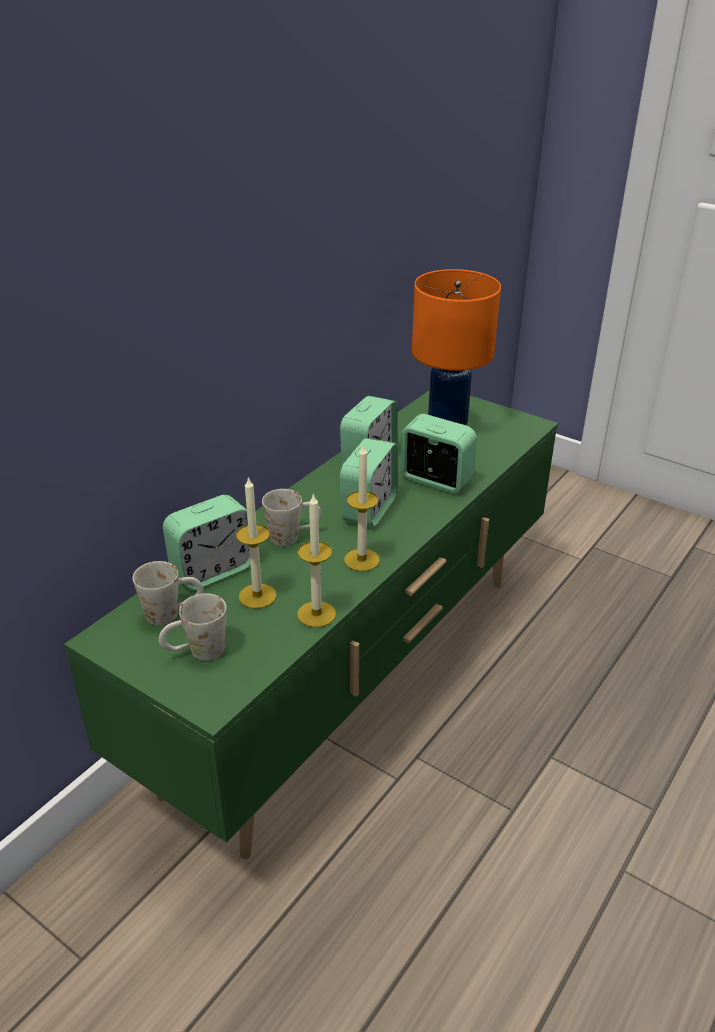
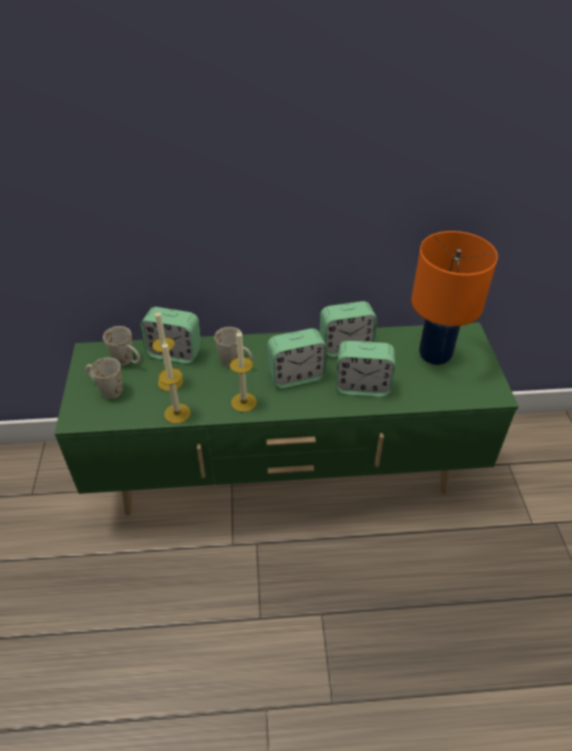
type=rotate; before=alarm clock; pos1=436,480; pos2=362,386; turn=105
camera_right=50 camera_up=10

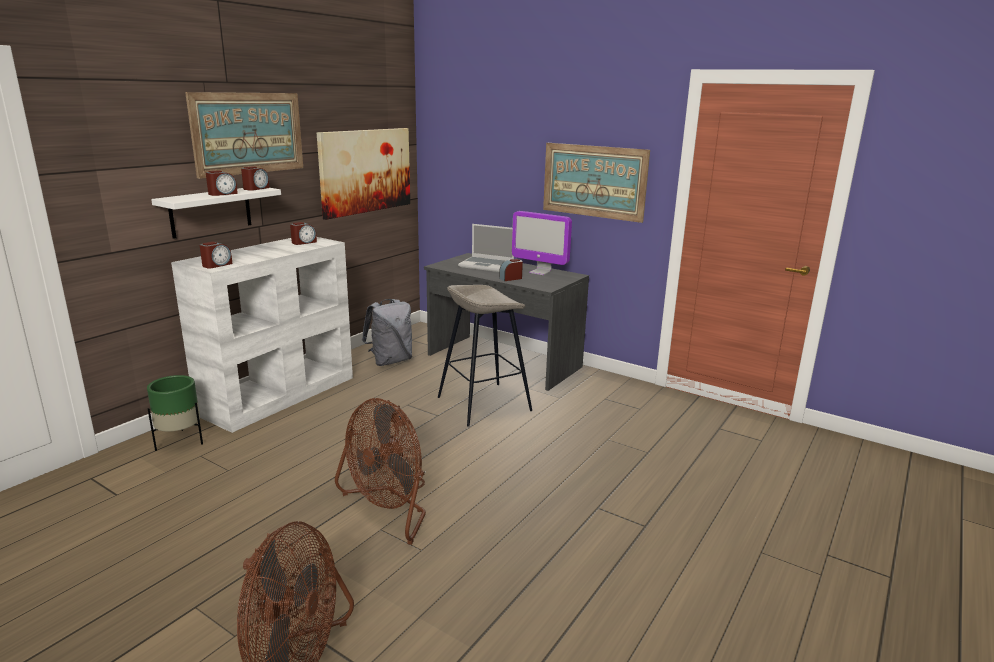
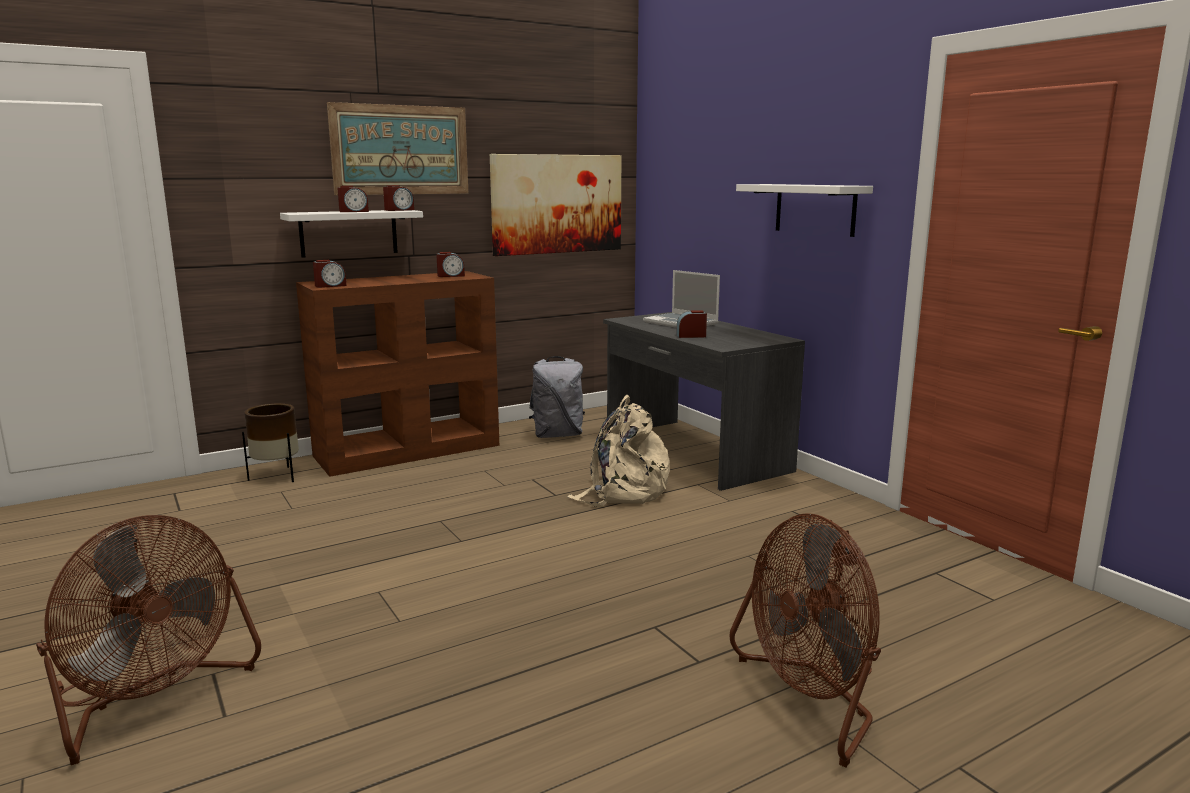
type=replace; before=picture; after=shelf (white); pos1=594,181; pos2=815,209
type=delete; before=monitor; pos1=540,272
type=recolor; before=bookcase (white); after=bookcase (brown); pos1=278,395; pos2=407,450
type=replace; before=stool (grey); after=backpack (beige); pos1=483,403; pos2=622,491
type=recolor; before=planter (green); after=planter (brown); pos1=180,441; pos2=277,476
type=move; before=fan (brown); pos1=391,506; pos2=814,695
camera_right=25 camera_up=-5

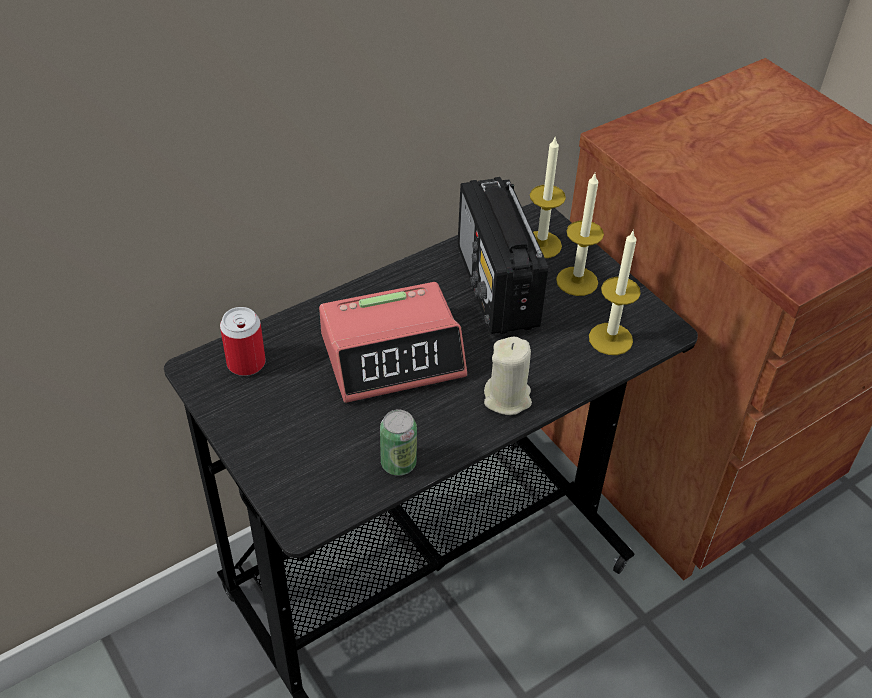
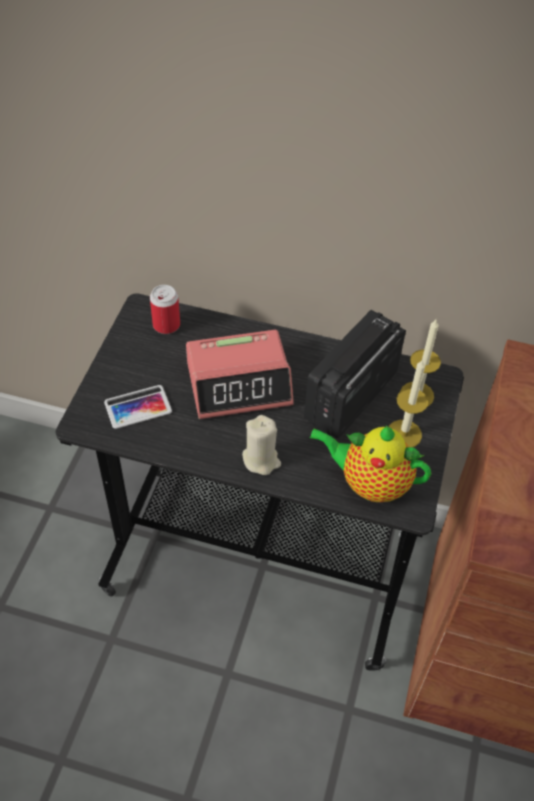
type=replace; before=candle; after=teapot; pos1=610,339; pos2=370,483
type=rotate; before=alarm clock; pos1=393,354; pos2=239,383; turn=-45
type=delete; before=can; pos1=398,463
type=insert; after=phone; pos2=138,407
camera_right=50 camera_up=5

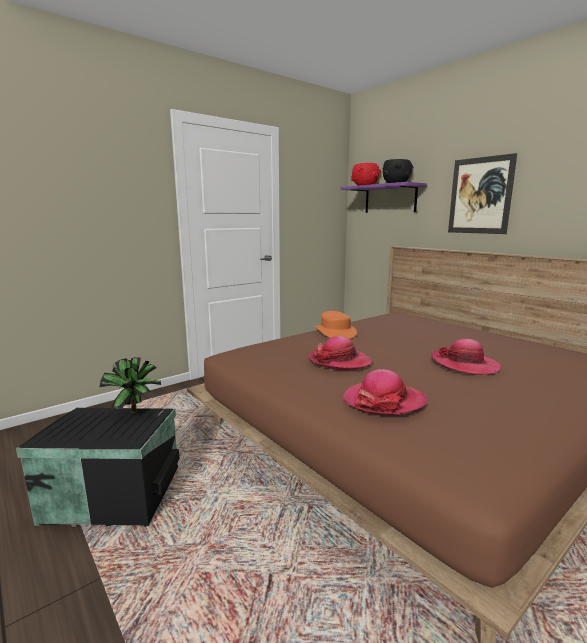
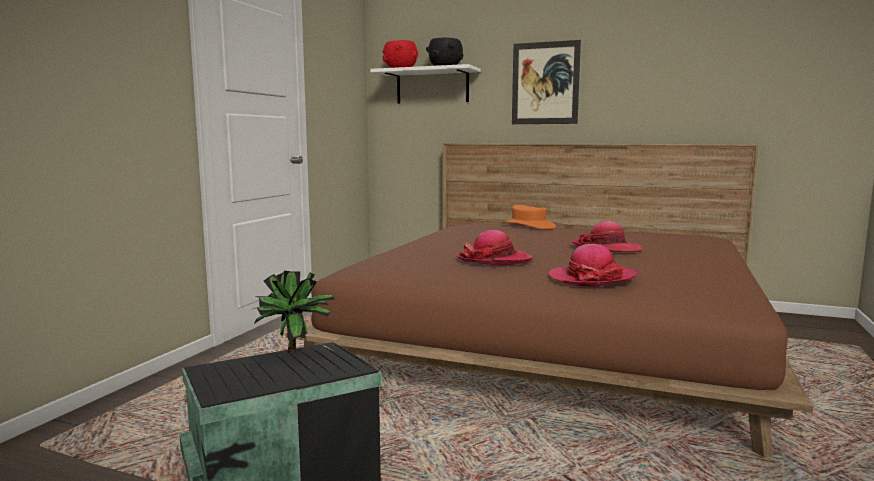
type=recolor; before=shelf (purple); after=shelf (white); pos1=390,199; pos2=432,86
type=move; before=hat (orange); pos1=335,332; pos2=528,226
camera_right=-30 camera_up=-5

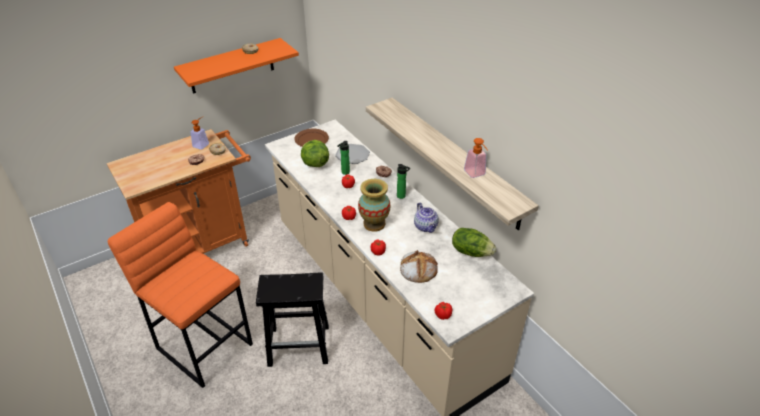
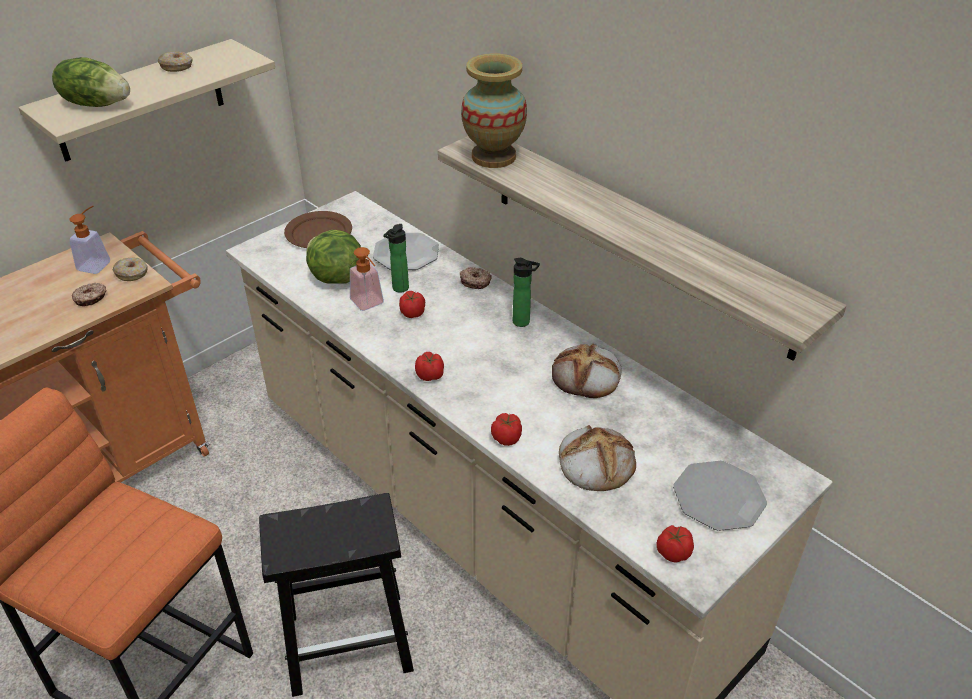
type=recolor; before=shelf (orange); after=shelf (beige); pos1=231,66; pos2=139,101
type=move; before=soap dispenser; pos1=476,174; pos2=370,304
type=move; before=vase; pos1=374,224; pos2=494,157
type=replace; before=teapot; after=bread; pos1=426,227; pos2=587,376
type=move; before=lettuce; pos1=471,251; pos2=97,103
type=insert; after=plate; pos2=719,497
camera_right=-10 camera_up=0

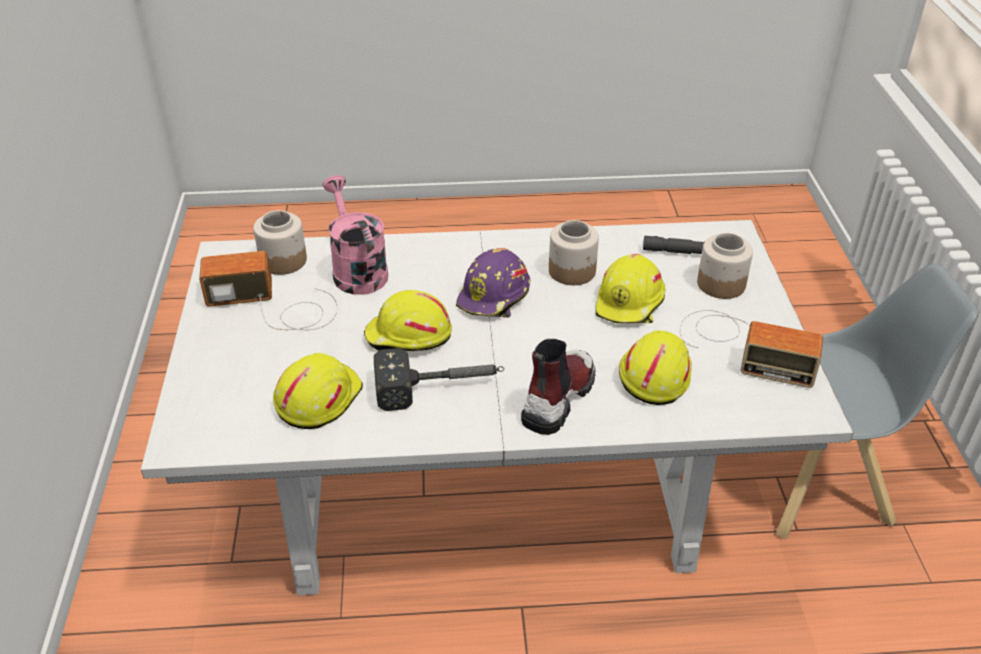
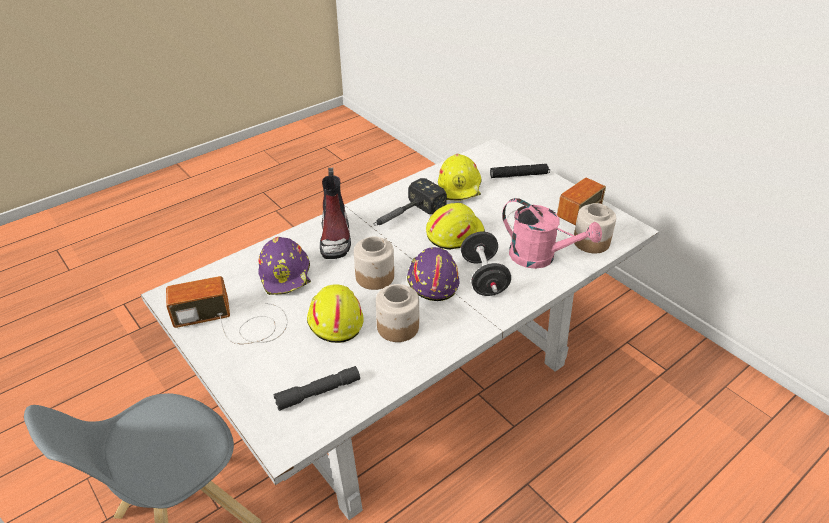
type=move; before=jar; pos1=720,284; pos2=375,277
type=recolor; before=hard hat (yellow); after=hard hat (purple); pos1=653,375; pos2=286,275
type=insert; after=flashlight (black); pos2=519,175
type=insert; after=dumbbell (black); pos2=484,277
camera_right=145 camera_up=0

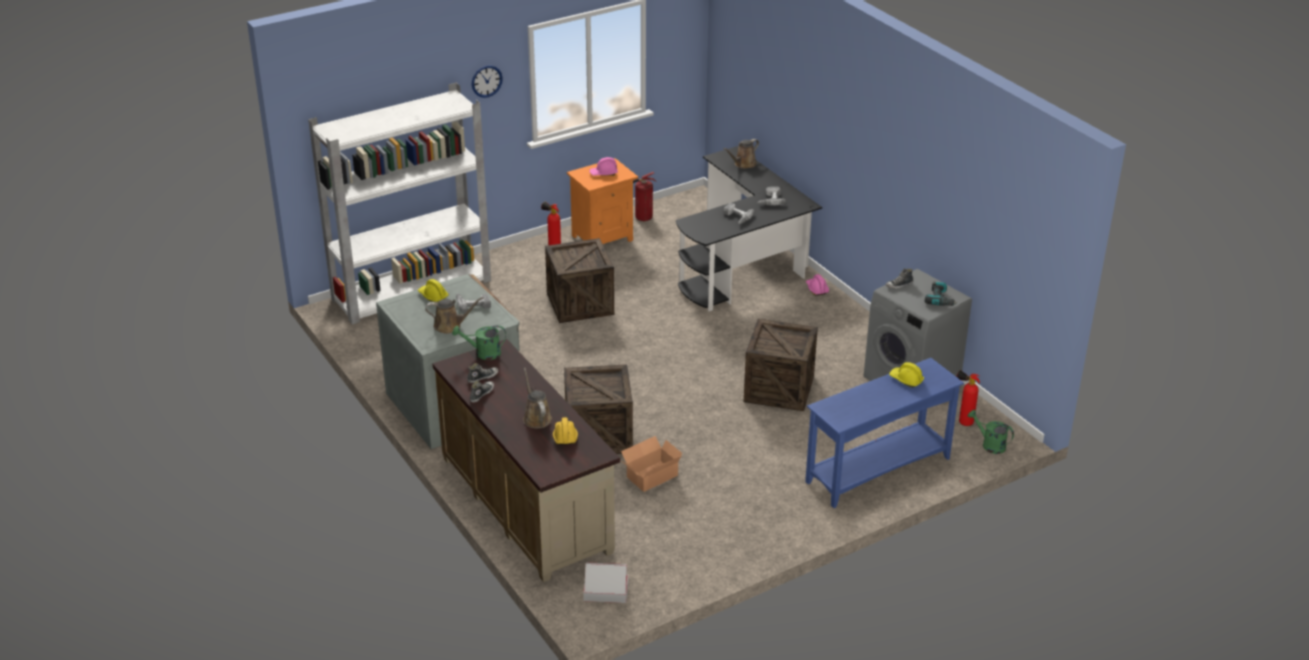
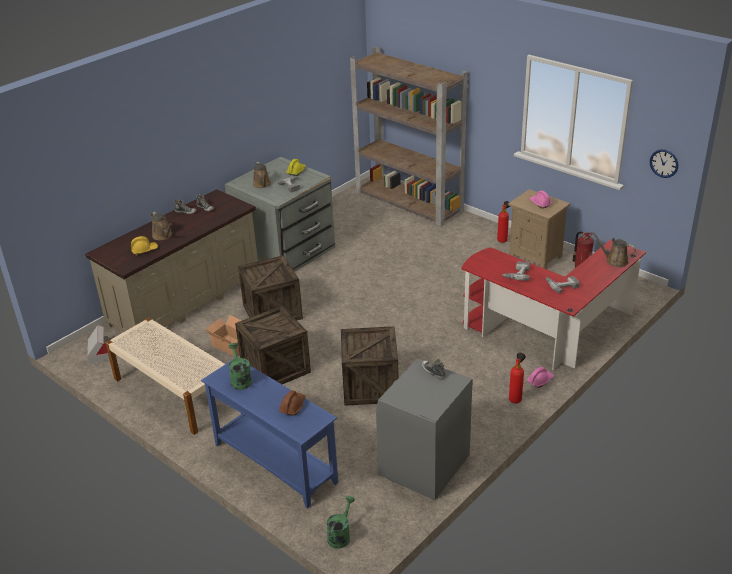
type=move; before=wall clock; pos1=486,81; pos2=664,163
type=recolor; before=bookcase (white); after=bookcase (brown); pos1=412,290; pos2=409,202
type=recolor; before=desk (black); after=desk (red); pos1=744,265; pos2=549,332
type=recolor; before=nightstand (orange); after=nightstand (beige); pos1=603,238; pos2=535,257
type=move; before=crate; pos1=580,303; pos2=275,368
type=delete; before=power drill; pos1=940,299
type=move; before=watering can (green); pos1=483,353; pos2=240,379
type=recolor; before=hard hat (yellow); after=hard hat (brown); pos1=906,379; pos2=292,406
type=rotate; before=watering can (brown); pos1=536,417; pos2=163,236; turn=90
type=move; before=fire extinguisher; pos1=962,422; pos2=515,398
type=insert; after=bench (beige); pos2=173,392
camera_right=75 camera_up=0

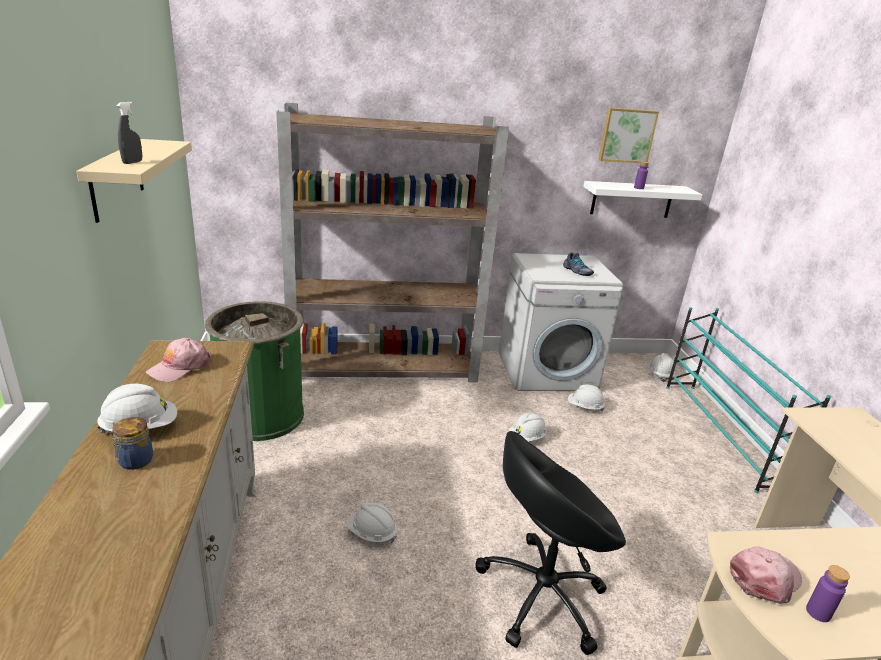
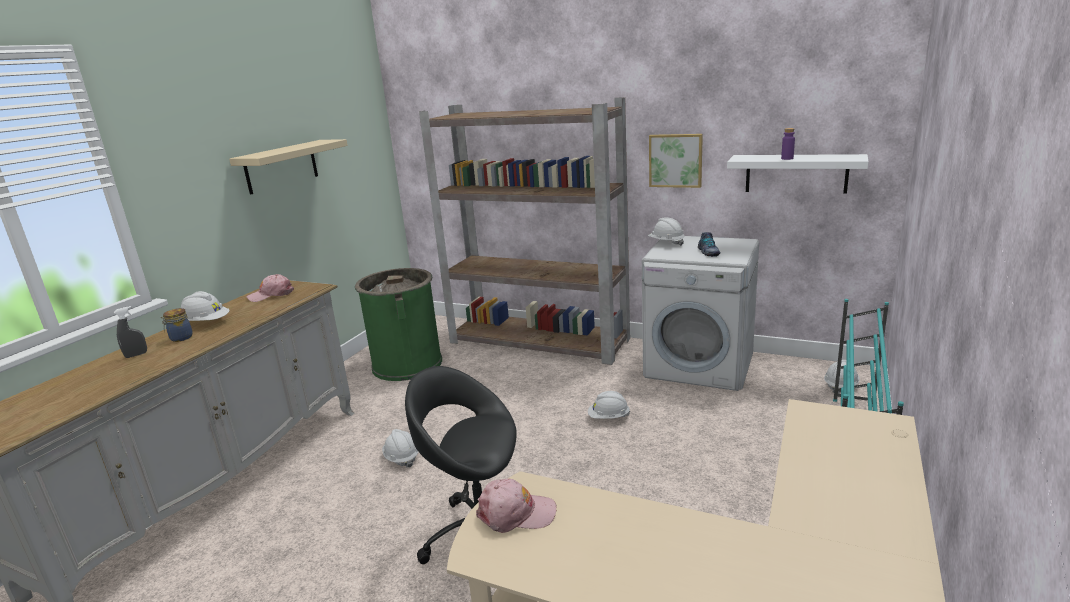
type=move; before=spray bottle (grey); pos1=132,162; pos2=136,355
type=move; before=picture; pos1=626,135; pos2=675,160
type=move; before=hard hat (white); pos1=584,407; pos2=666,243
type=delete; before=bottle (purple); pos1=818,612
camera_right=35 camera_up=-5

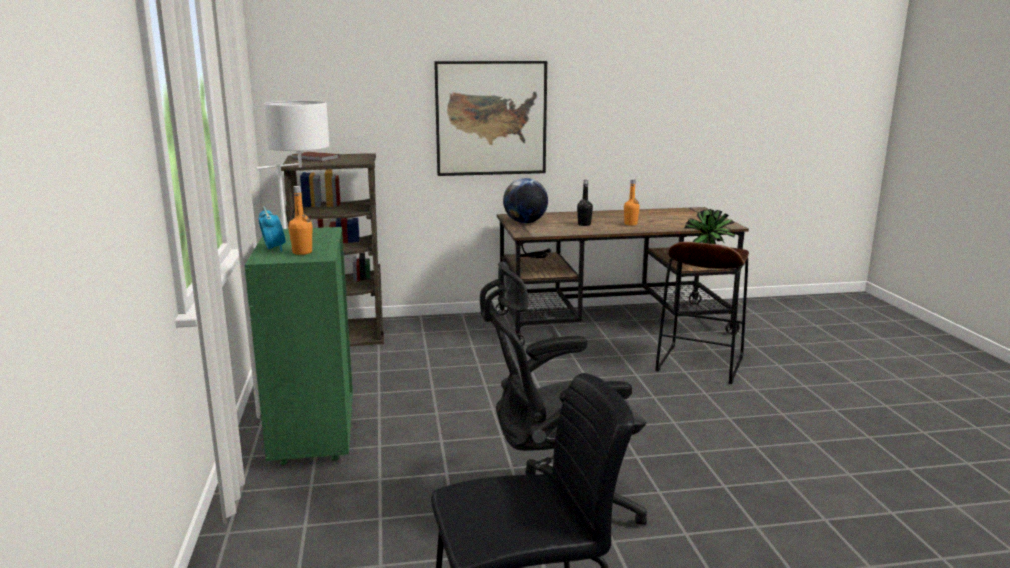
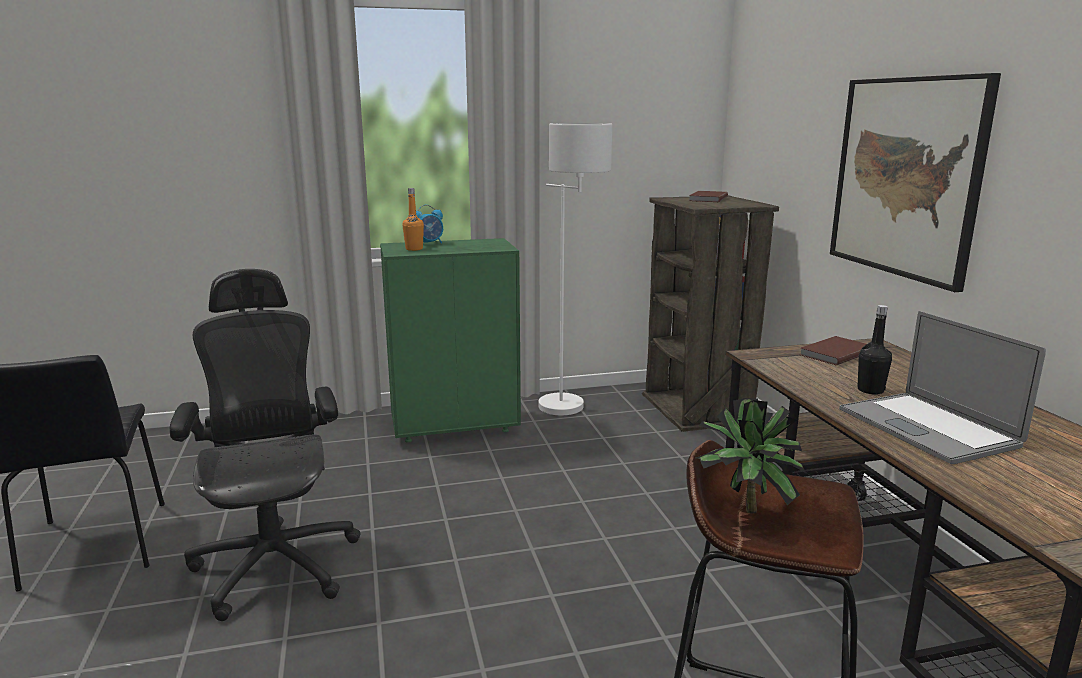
type=replace; before=globe; after=book (brown); pos1=525,222; pos2=834,353
type=replace; before=bottle (orange); after=laptop; pos1=630,224; pos2=927,427
camera_right=85 camera_up=0

